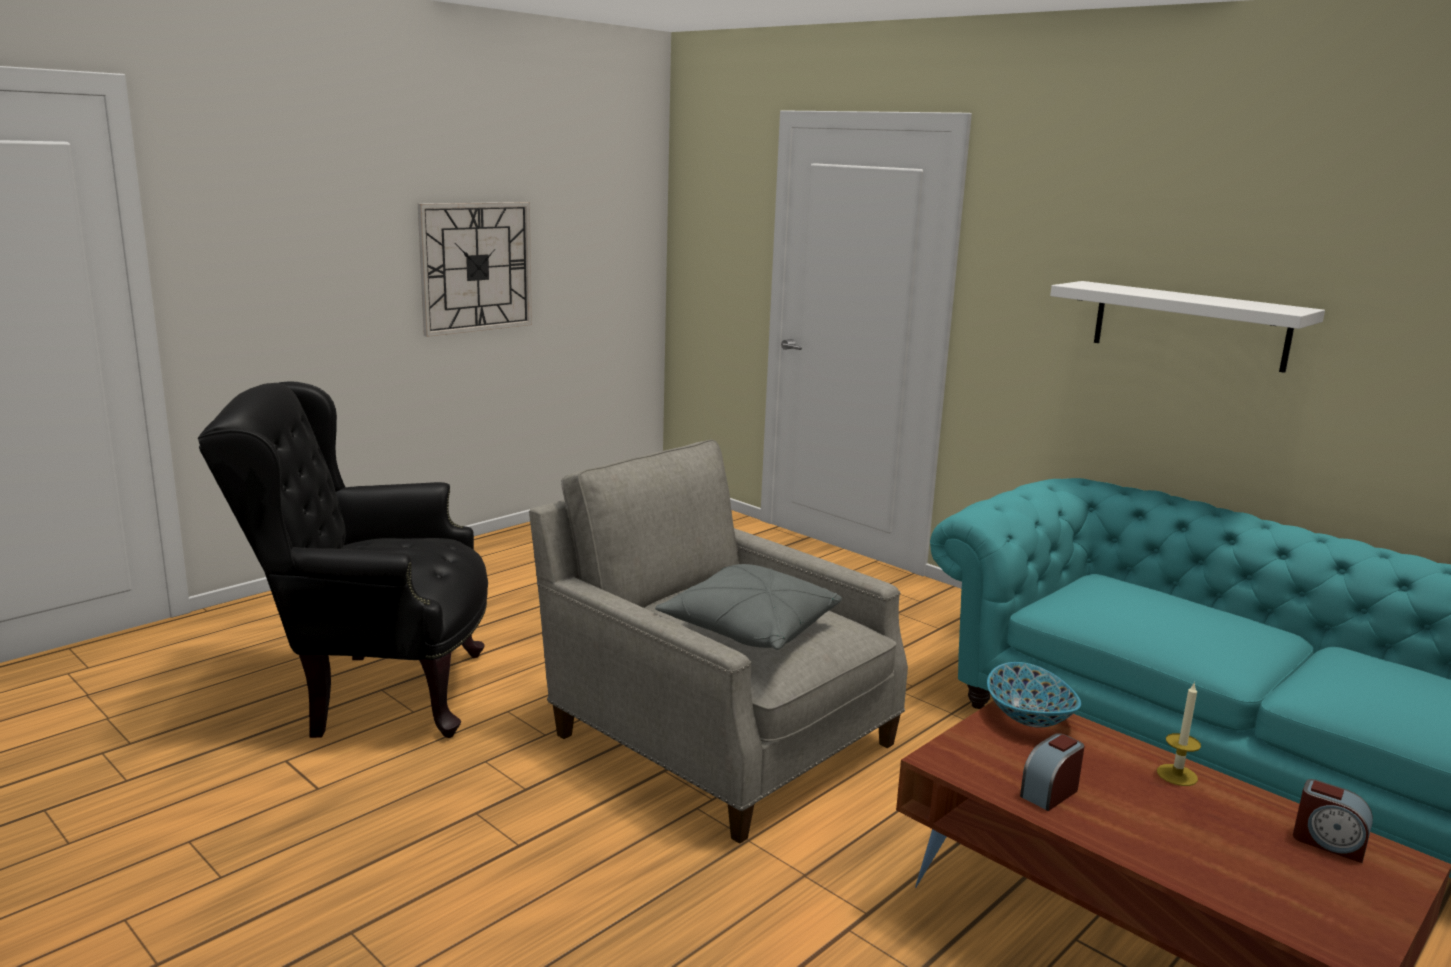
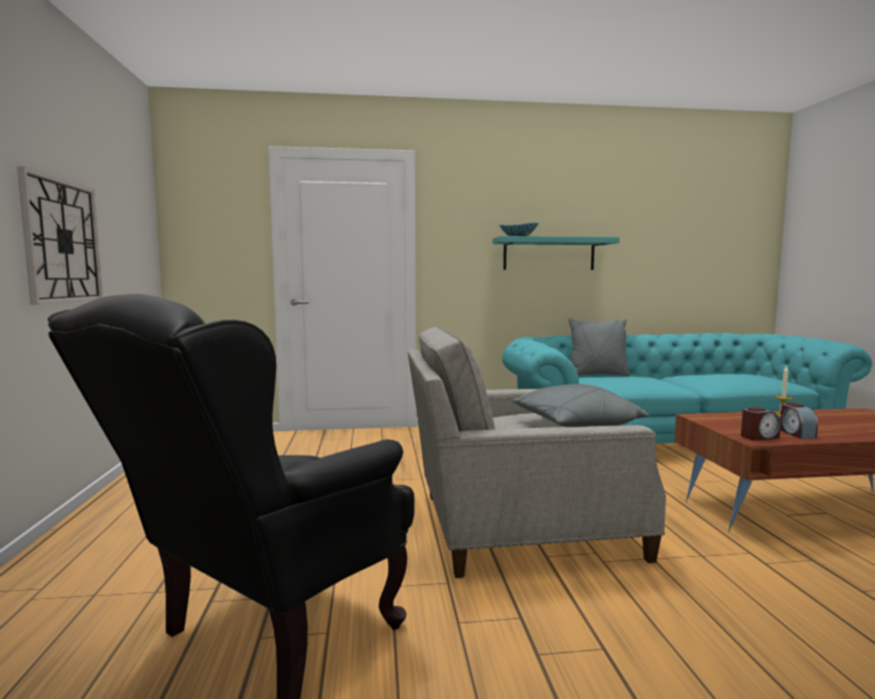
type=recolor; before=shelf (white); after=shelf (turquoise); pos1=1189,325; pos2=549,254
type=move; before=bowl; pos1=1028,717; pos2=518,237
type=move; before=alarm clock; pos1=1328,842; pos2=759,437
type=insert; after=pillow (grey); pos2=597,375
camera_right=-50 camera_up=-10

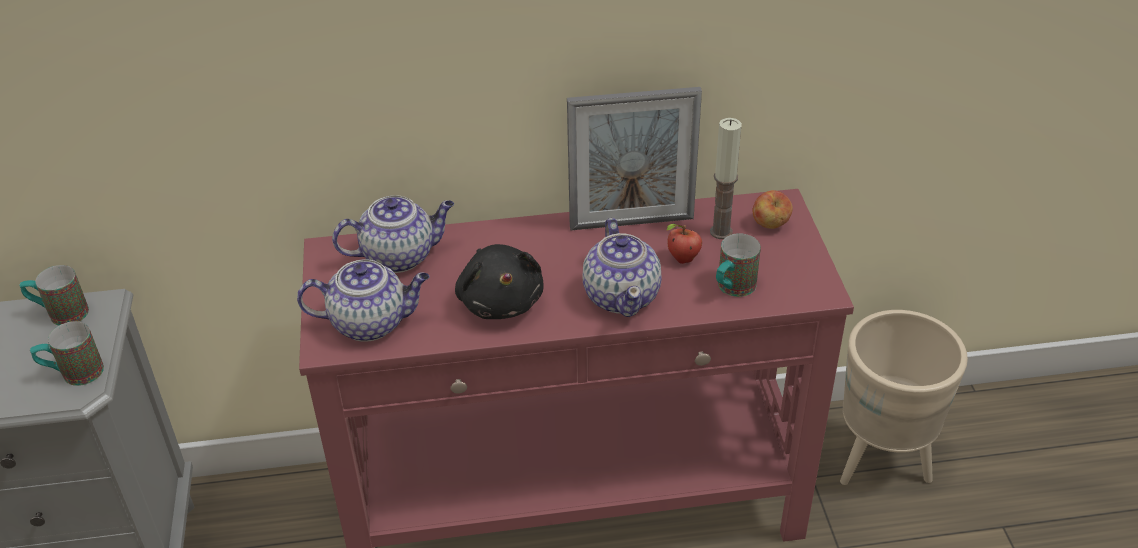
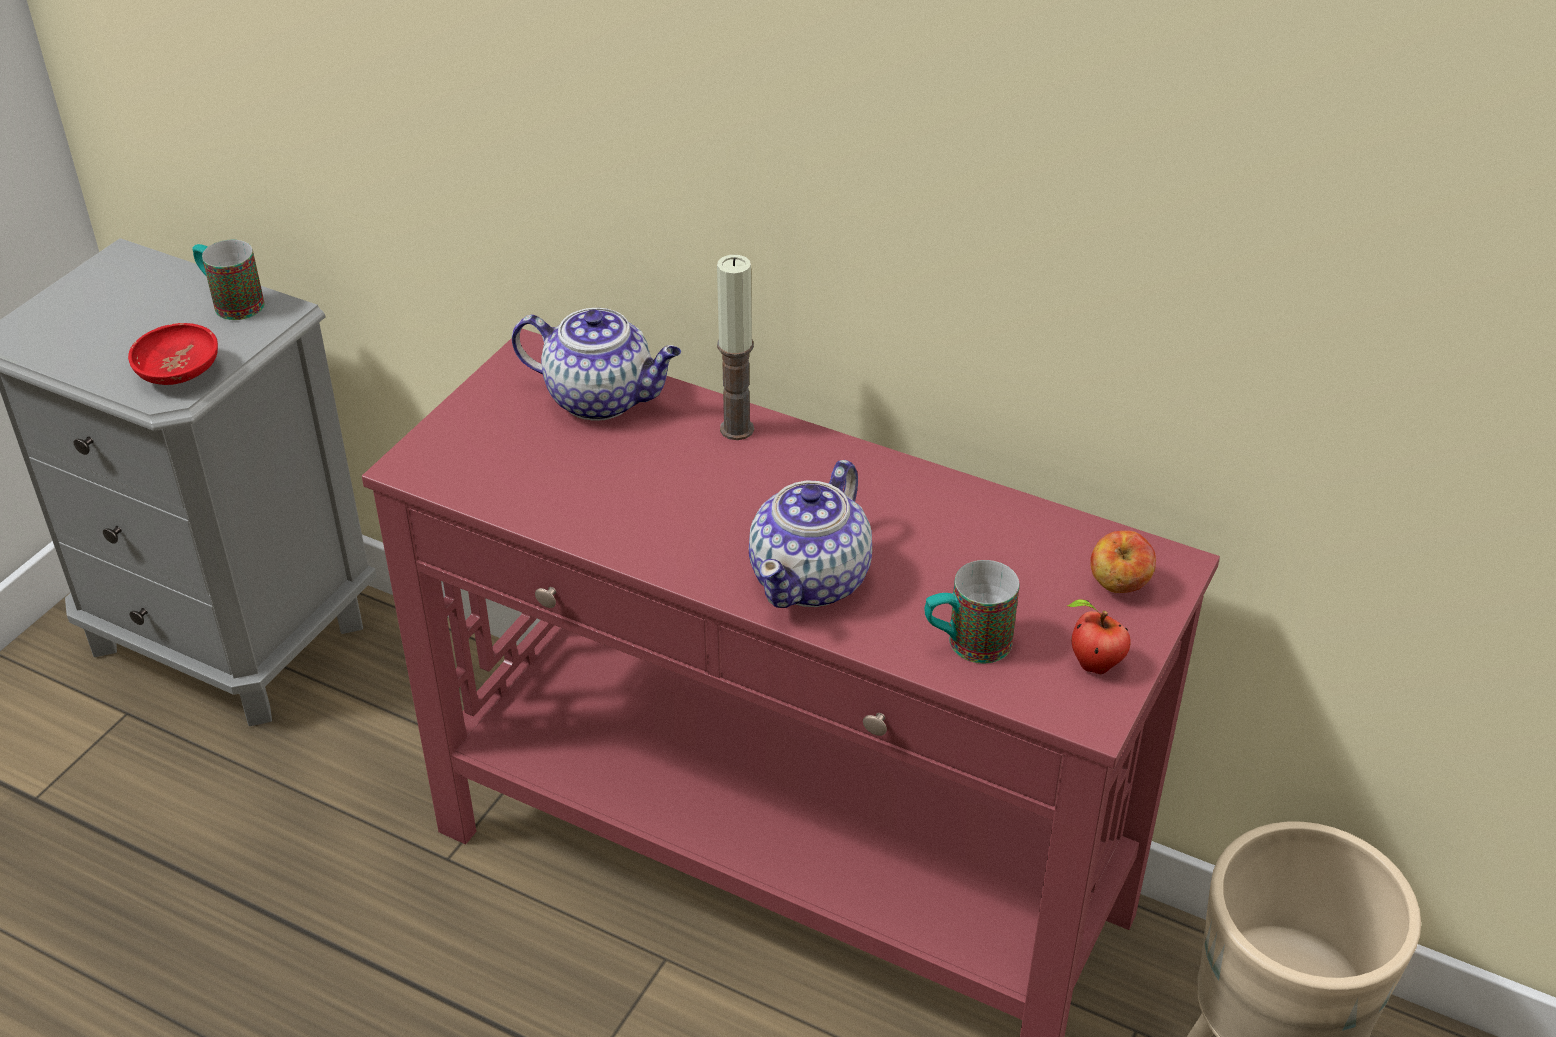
type=delete; before=picture frame; pos1=631,222
type=move; before=candle; pos1=721,232; pos2=736,429
type=move; before=apple; pos1=682,259; pos2=1093,665
type=delete; before=plush toy (black); pos1=500,301
type=delete; before=teapot; pos1=371,322
type=replace; before=mug; after=bowl (red); pos1=73,374; pos2=179,374
camera_right=35 camera_up=0

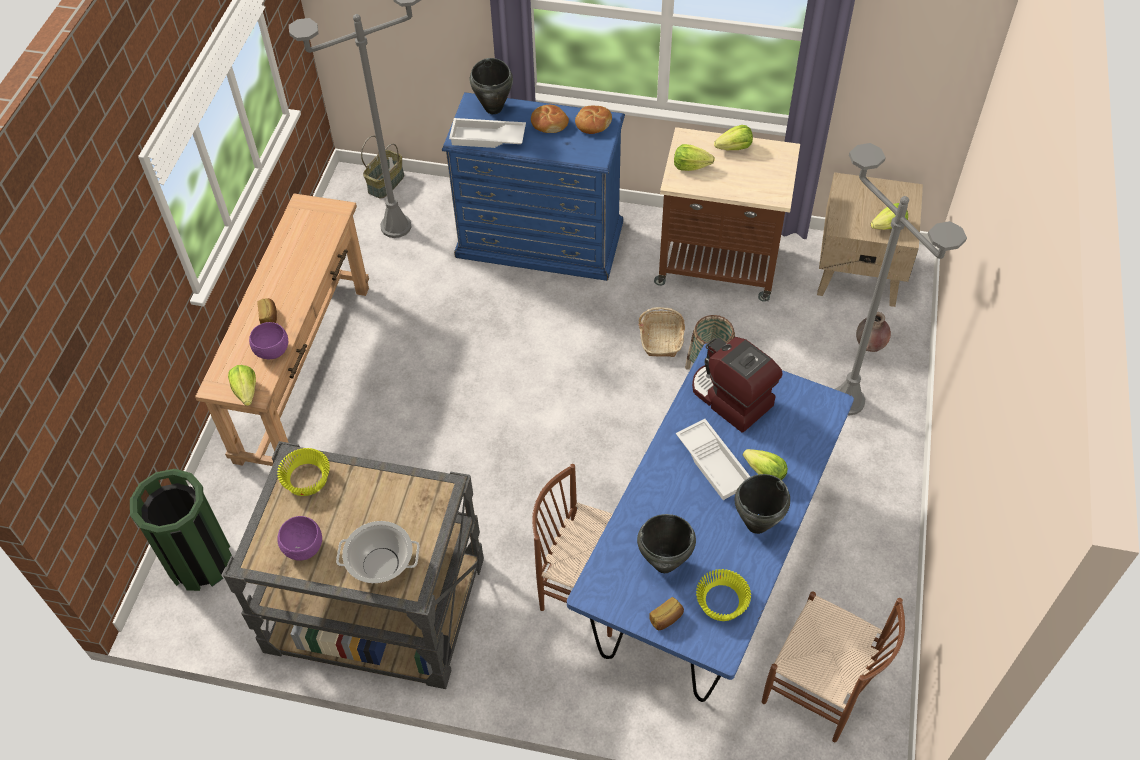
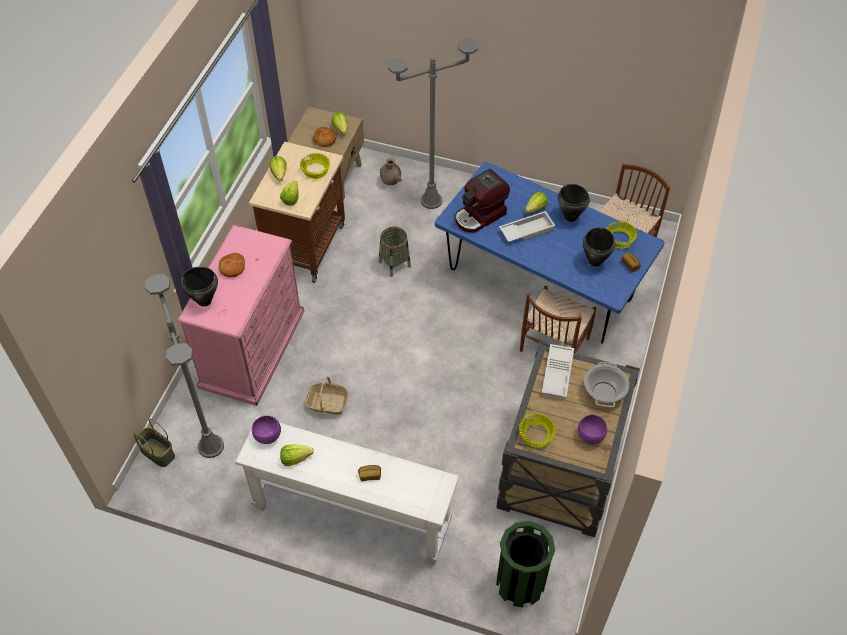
type=recolor; before=dresser (blue); after=dresser (pink); pos1=541,239; pos2=252,347
type=move; before=bread; pos1=593,124; pos2=324,140
type=move; before=tray (white); pos1=487,138; pos2=558,375
type=recolor; before=console table (brown); after=console table (white); pos1=304,371; pos2=352,514
type=move; before=basket; pos1=661,339; pos2=327,403
type=move; before=bowl (purple); pos1=273,351; pos2=268,436
type=move; before=lettuce; pos1=246,391; pos2=295,458
type=insert; after=bowl (yellow); pos2=315,170
camera_right=-85 camera_up=0

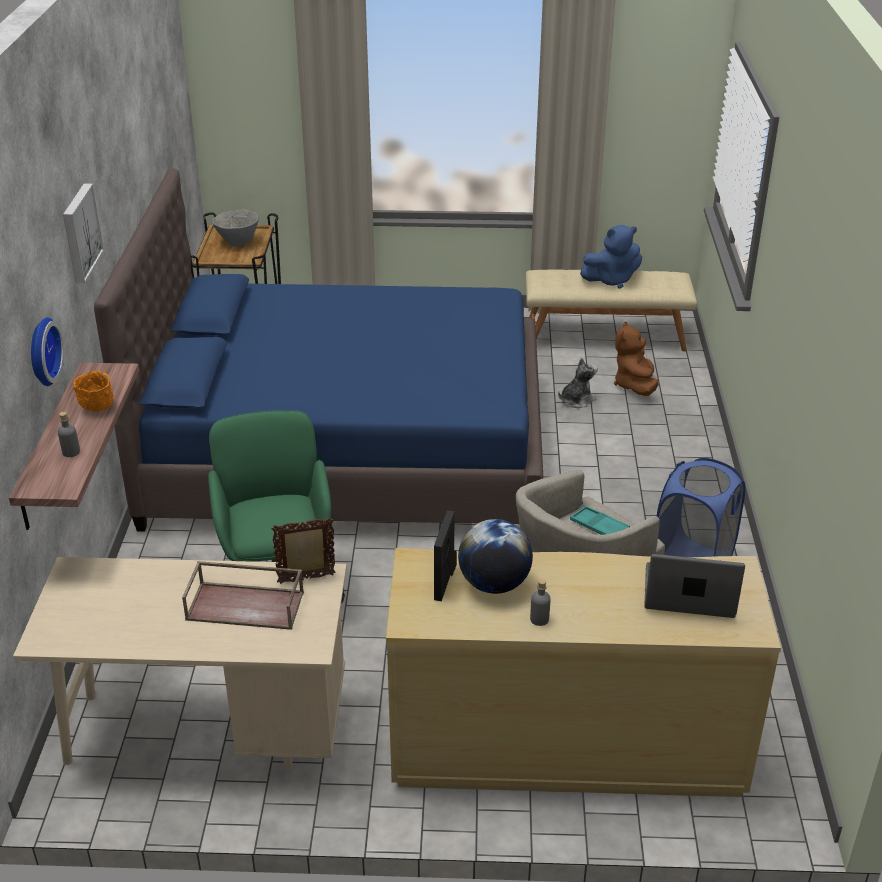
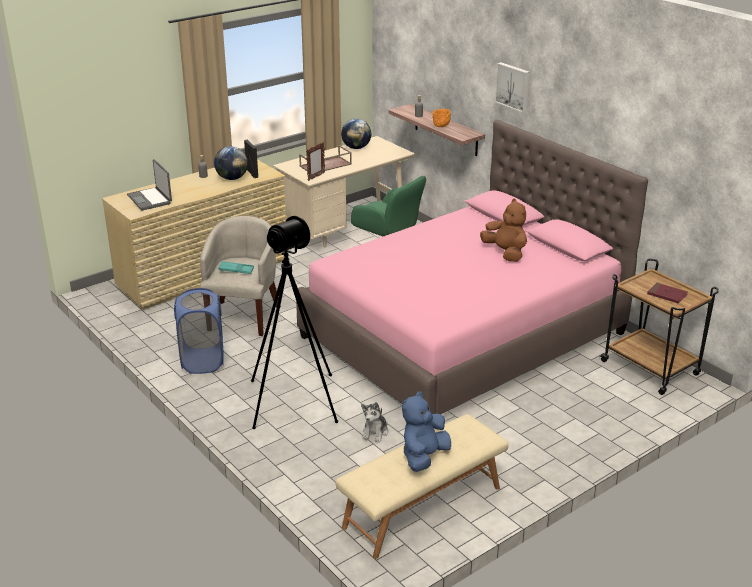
type=recolor; before=bed (blue); after=bed (pink); pos1=348,449; pos2=463,335
type=replace; before=bowl (grey); after=book (red); pos1=237,242; pos2=667,295
type=delete; before=wall clock; pos1=41,351
type=move; before=plush toy (brown); pos1=634,385; pos2=505,253
type=rotate; before=laptop; pos1=689,594; pos2=150,199; turn=90
type=insert; after=globe; pos2=356,148
type=insert; after=floor lamp (black); pos2=293,401
camera_right=140 camera_up=-5

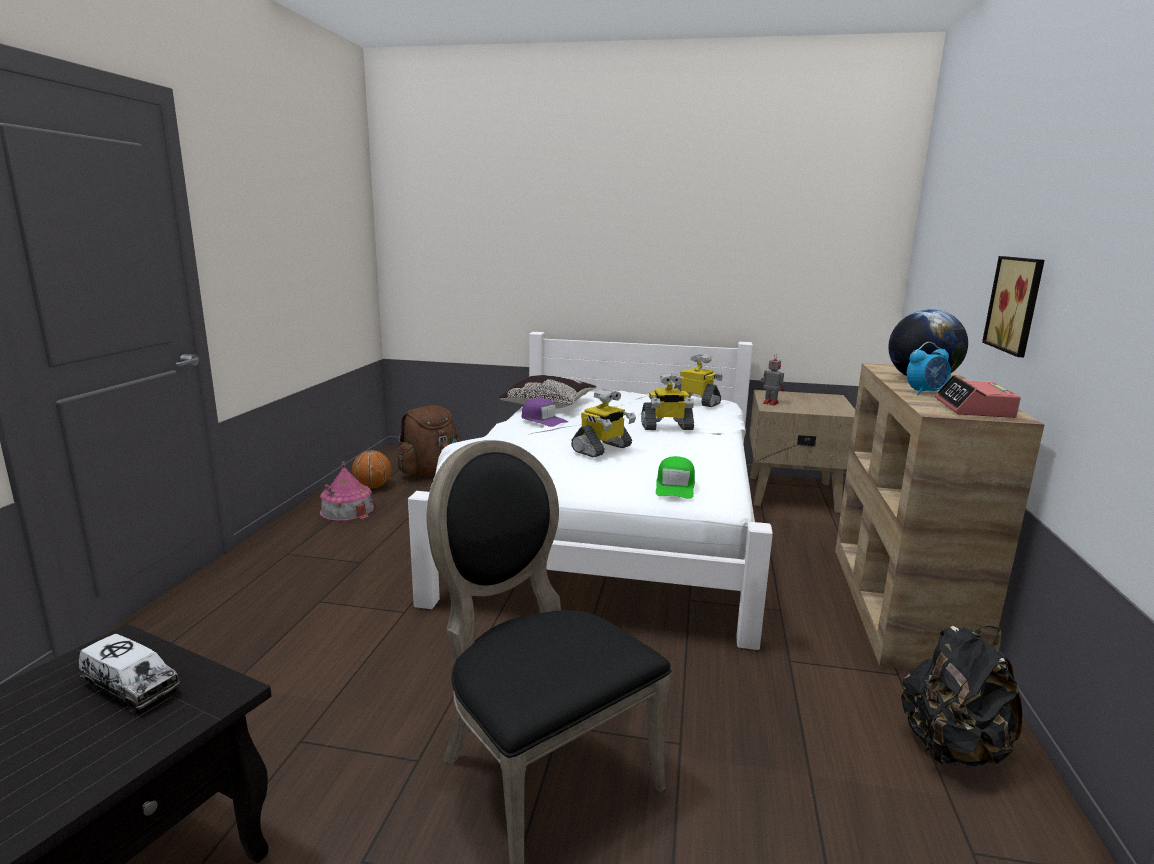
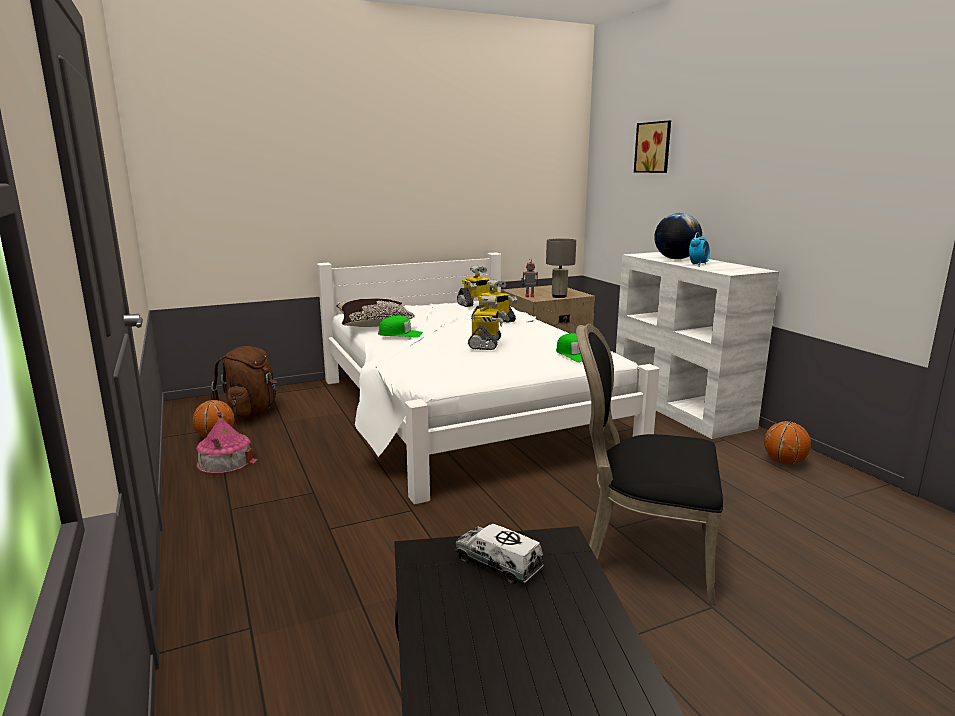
type=move; before=picture; pos1=1018,304; pos2=654,147
type=rotate; before=toy robot; pos1=696,402; pos2=476,304; turn=150
type=recolor; before=bookcase (brown); after=bookcase (white); pos1=900,605; pos2=680,407
type=delete; before=alarm clock; pos1=974,409
type=recolor; before=cap (purple); after=cap (green); pos1=543,420; pos2=400,334
type=replace; before=backpack (black); after=basketball; pos1=951,748; pos2=784,462
type=rotate; before=toy truck; pos1=131,687; pos2=498,564; turn=-135
type=insert; after=table lamp (grey); pos2=559,296
camera_right=-35 camera_up=0

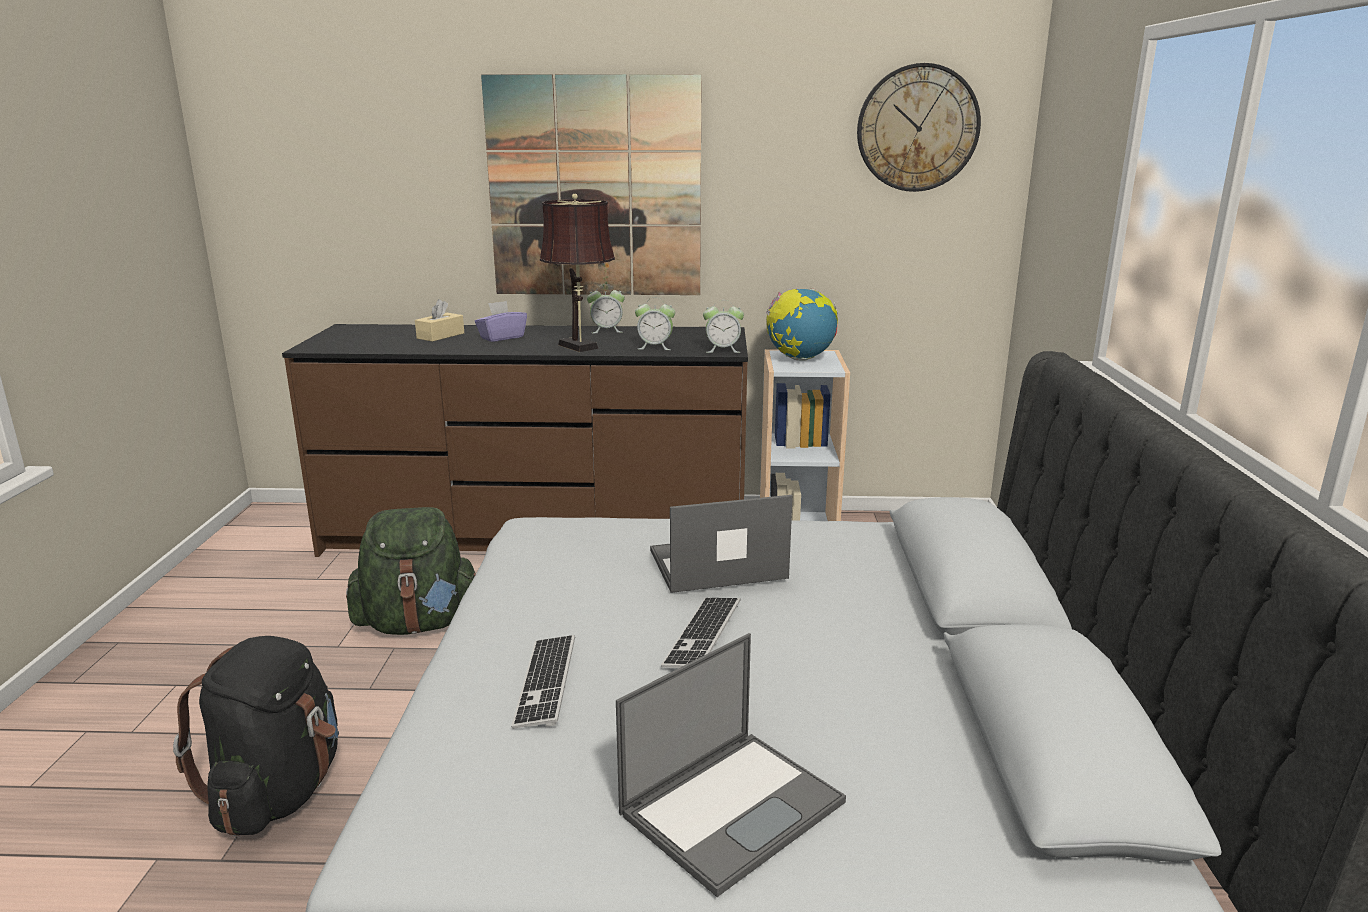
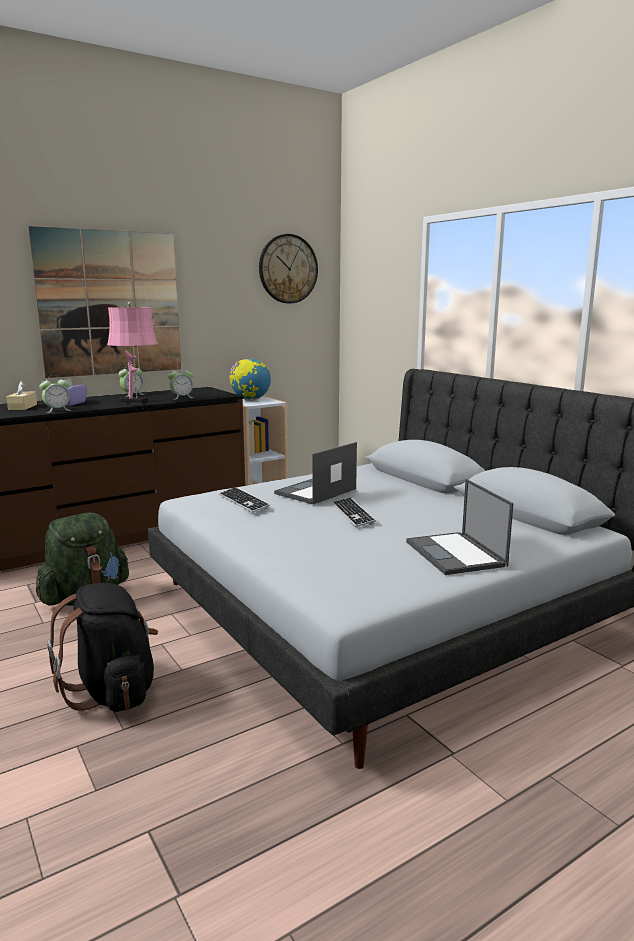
type=recolor; before=table lamp (brown); after=table lamp (pink); pos1=580,347; pos2=136,402
type=move; before=alarm clock; pos1=722,350; pos2=57,410
type=rotate; before=laptop; pos1=733,806; pos2=456,554; turn=150
type=move; before=keyboard; pos1=545,683; pos2=243,501
camera_right=-35 camera_up=-5

